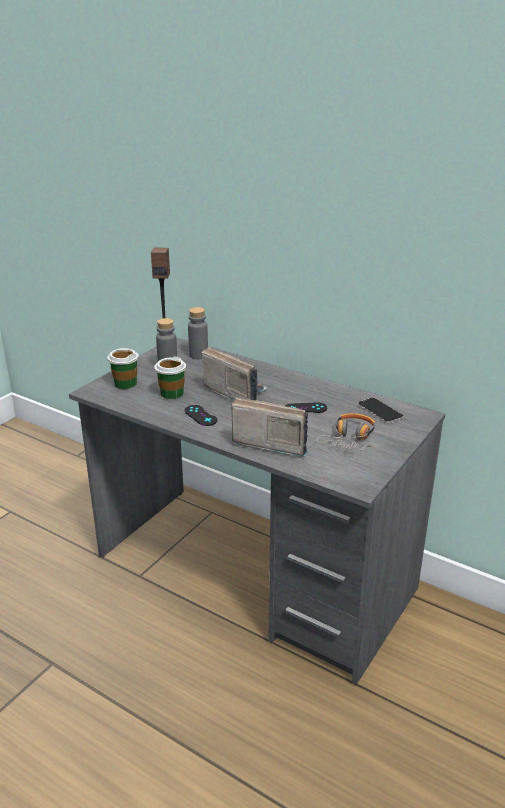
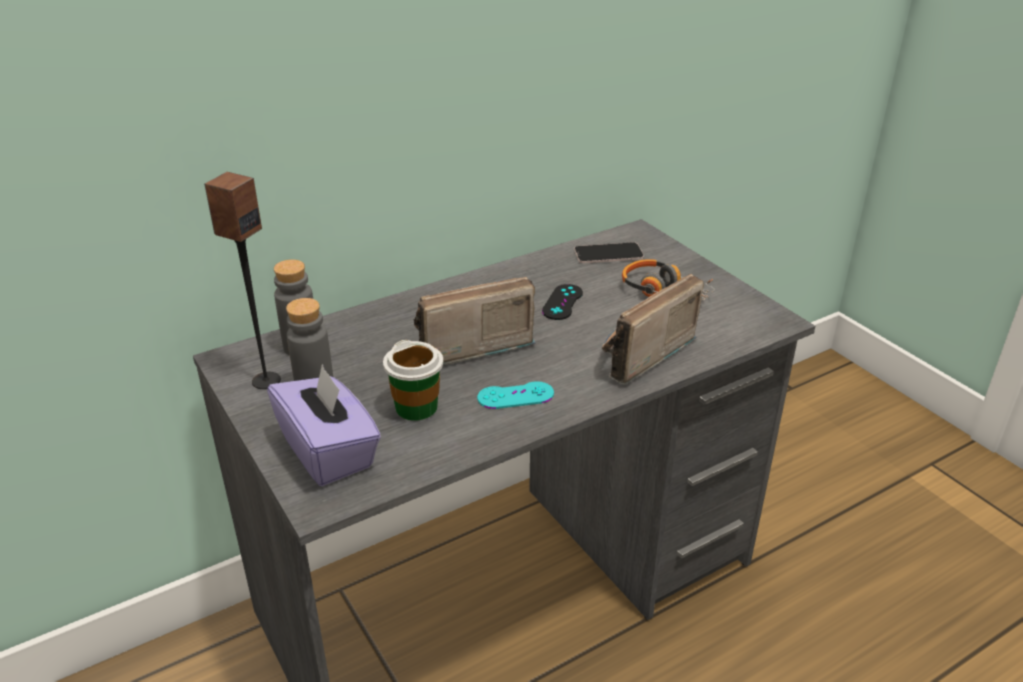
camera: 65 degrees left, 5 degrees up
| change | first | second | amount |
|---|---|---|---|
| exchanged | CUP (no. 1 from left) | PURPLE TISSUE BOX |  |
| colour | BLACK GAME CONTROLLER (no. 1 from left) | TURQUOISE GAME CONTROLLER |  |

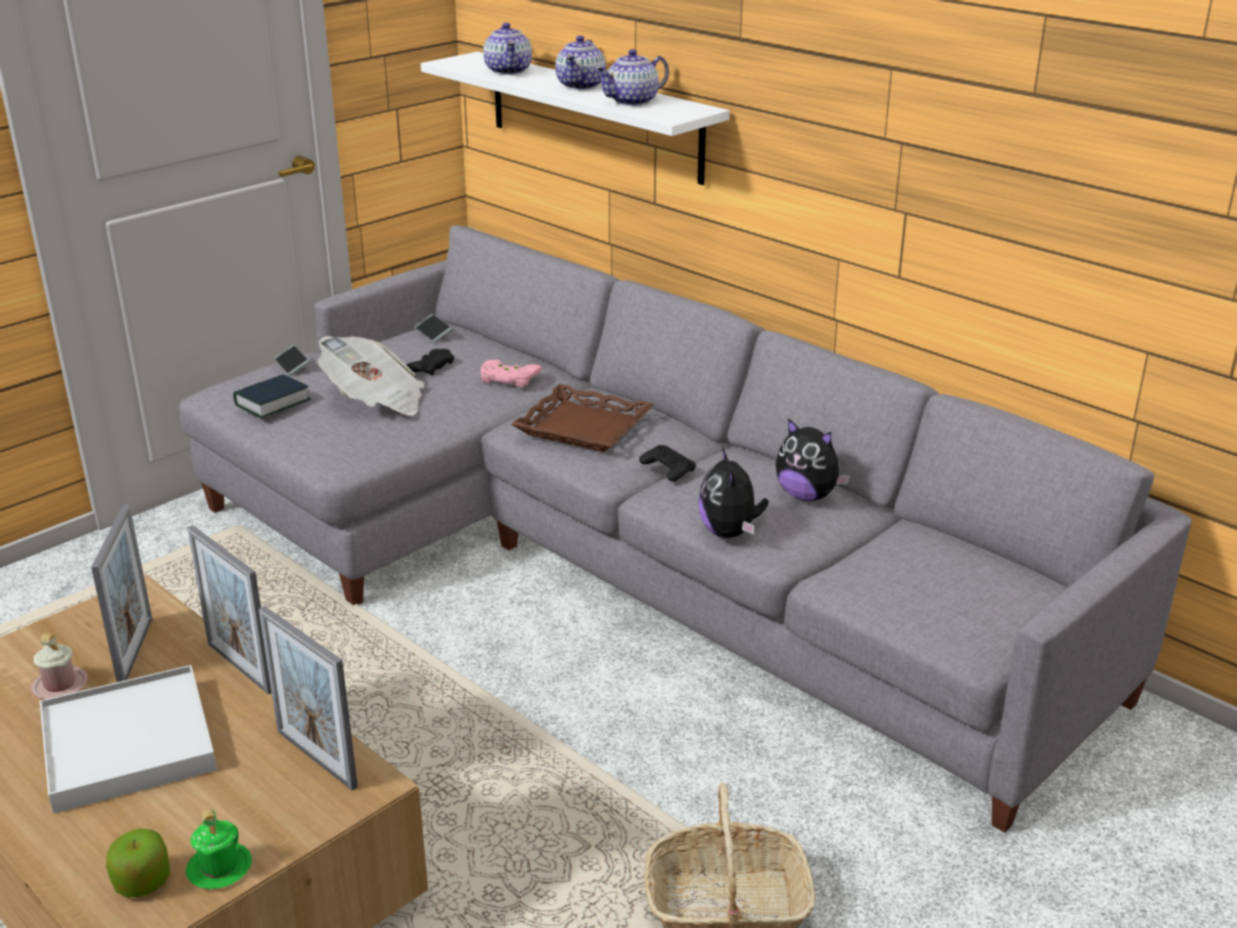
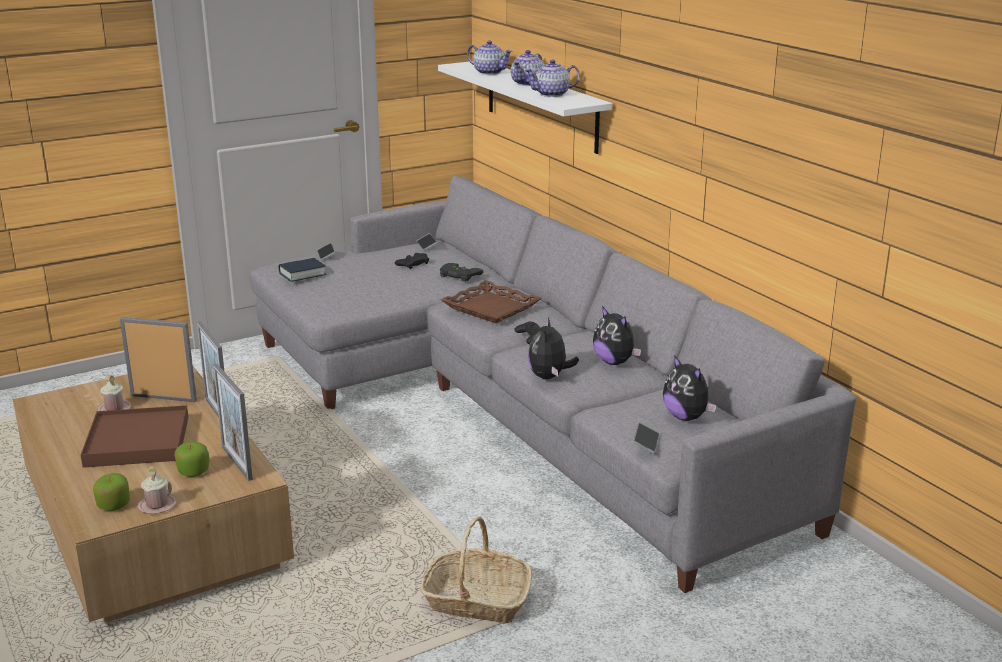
camera: 15 degrees right, 5 degrees down
| change | first | second | amount |
|---|---|---|---|
| colour | WHITE TRAY | BROWN TRAY (no. 1 from left) |  |
| spun | PICTURE FRAME (no. 1 from left) |  | 90 degrees counterclockwise |
| colour | GREEN MUG | PINK MUG (no. 2 from left) |  |
| missing | NEWSPAPER |  |  |
| colour | PINK GAME CONTROLLER | BLACK GAME CONTROLLER (no. 2 from left) |  |
| spun | TEAPOT (no. 1 from left) |  | 60 degrees counterclockwise |
| appeared |  | APPLE (no. 2 from left) |  |
| appeared |  | PHONE (no. 3 from left) |  |
| appeared |  | PLUSH TOY (no. 3 from left) |  |

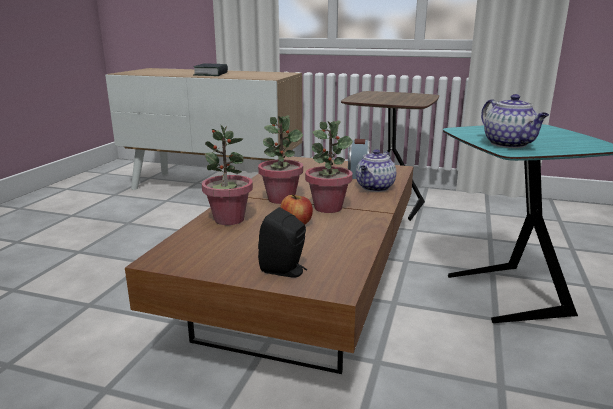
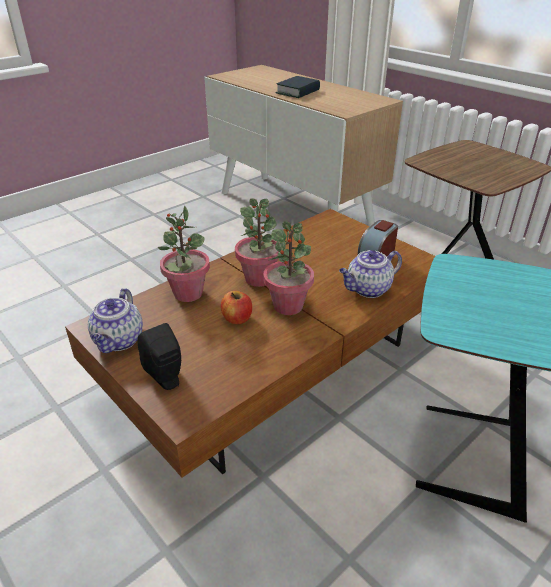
camera: 30 degrees right, 15 degrees up
| change | first | second | amount |
|---|---|---|---|
| relocated | TEAPOT (no. 2 from left in the first image) | TEAPOT (no. 1 from left) |  |

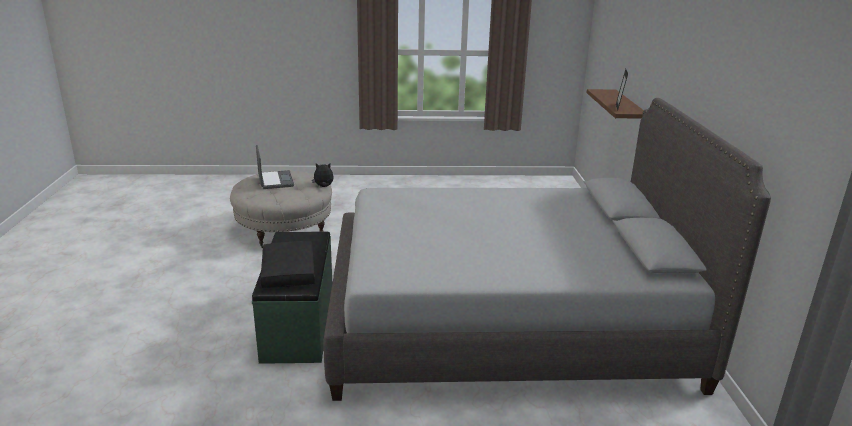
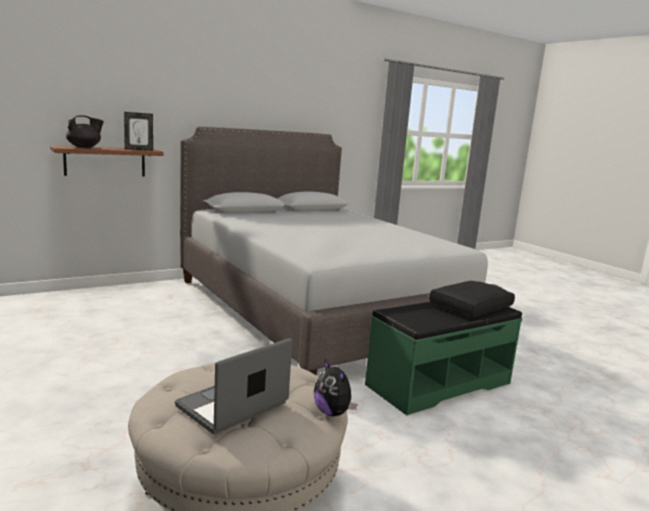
camera: 120 degrees left, 10 degrees down
| change | first | second | amount |
|---|---|---|---|
| relocated | PLUSH TOY |  |  |
| appeared |  | BLACK TEAPOT |  |

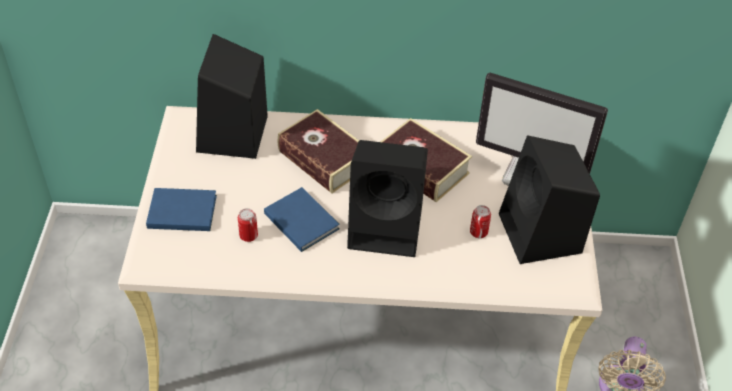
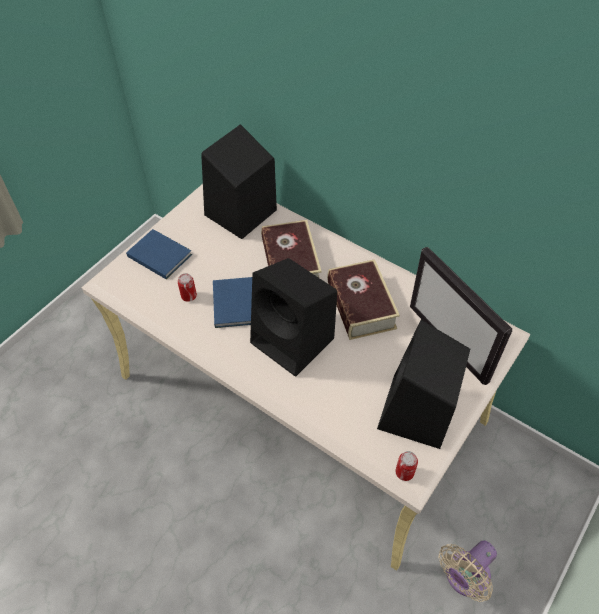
camera: 35 degrees right, 5 degrees up
| change | first | second | amount |
|---|---|---|---|
| relocated | CAN (no. 2 from left) |  |  |

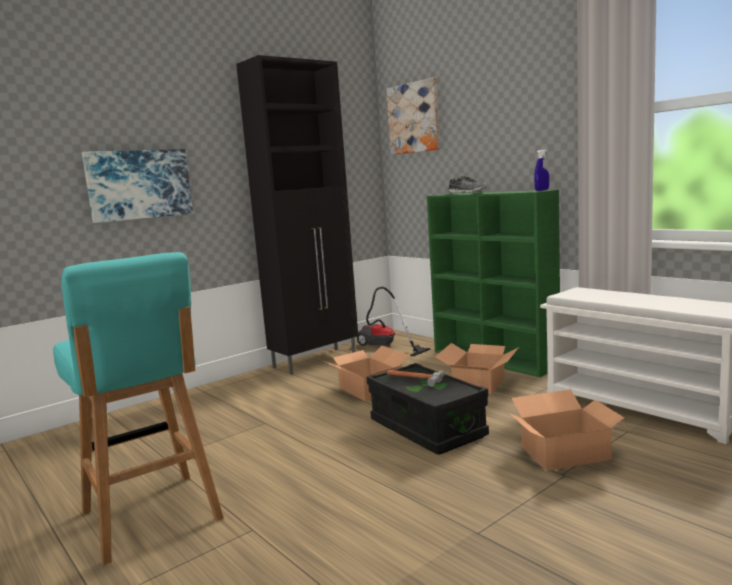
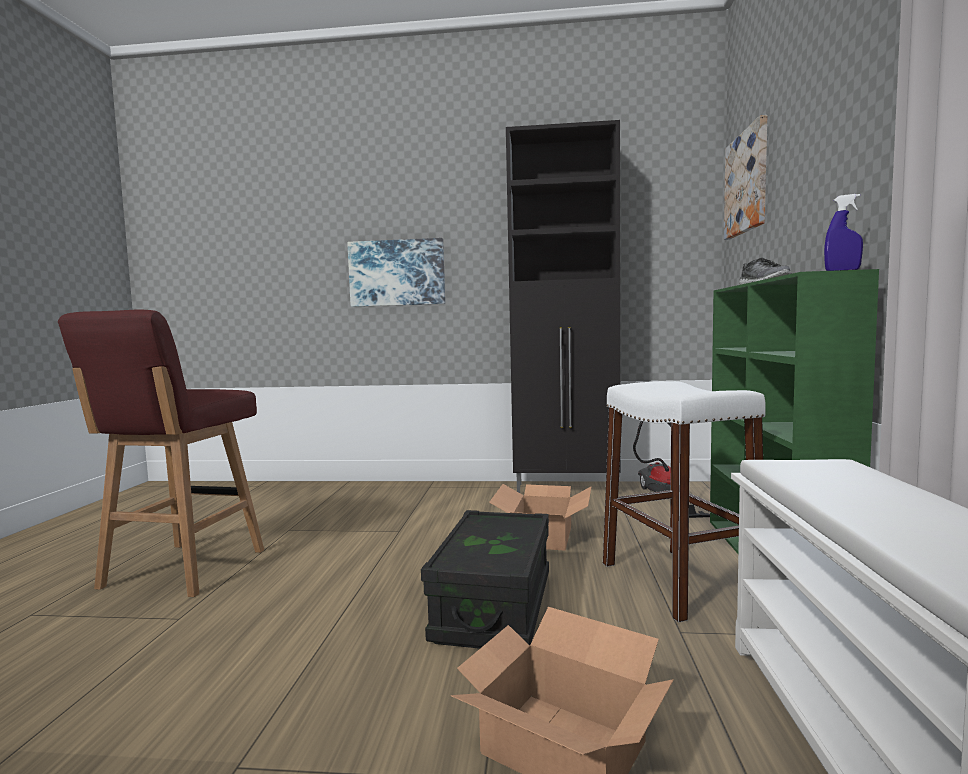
camera: 45 degrees right, 5 degrees down
| change | first | second | amount |
|---|---|---|---|
| colour | TURQUOISE STOOL | RED STOOL |  |
| missing | HAMMER |  |  |
| exchanged | CARDBOARD BOX (no. 2 from left) | WHITE STOOL |  |

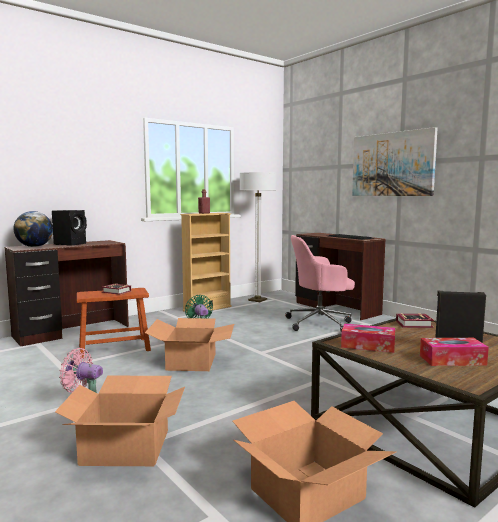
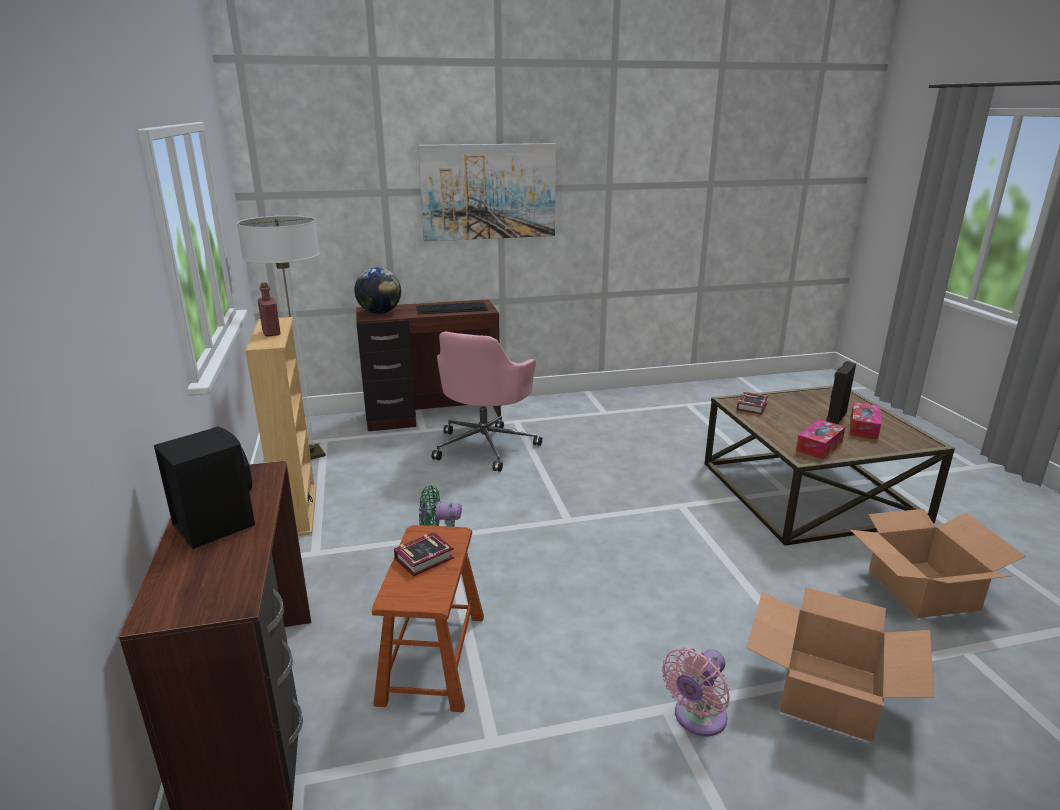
camera: 65 degrees left, 15 degrees up
| change | first | second | amount |
|---|---|---|---|
| relocated | GLOBE |  |  |
| missing | CARDBOARD BOX (no. 2 from left) |  |  |

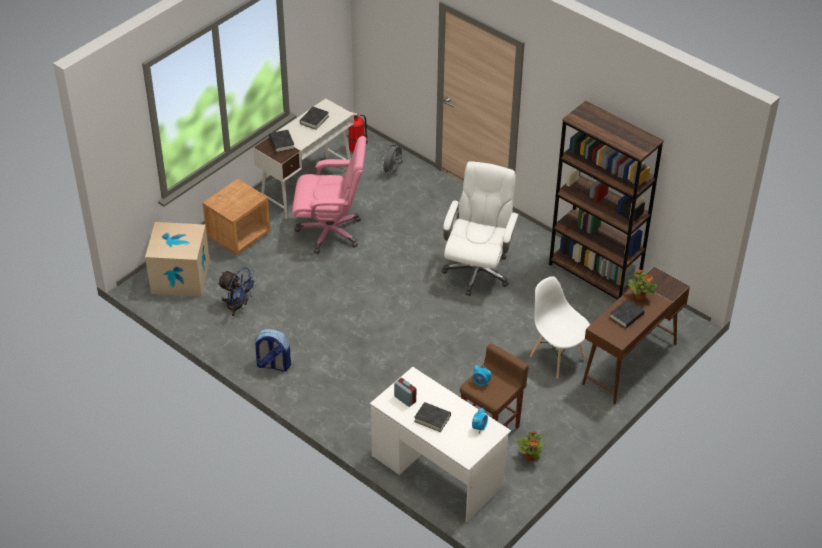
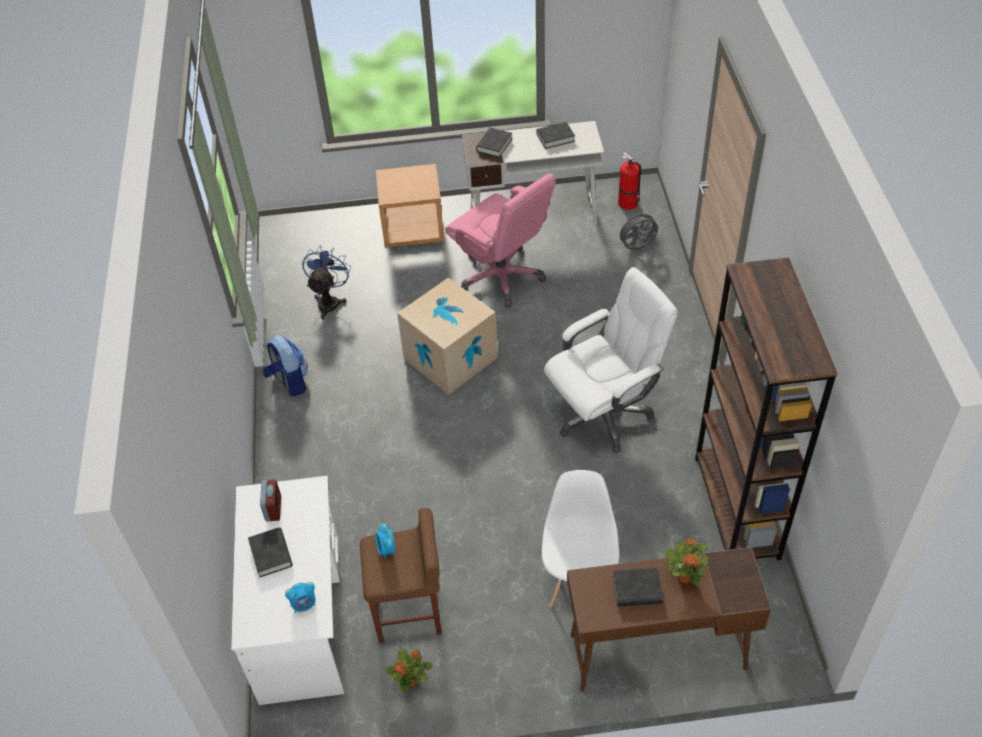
camera: 45 degrees right, 5 degrees up
| change | first | second | amount |
|---|---|---|---|
| relocated | CARDBOARD BOX |  |  |
| spun | BLUE FAN |  | 150 degrees counterclockwise |

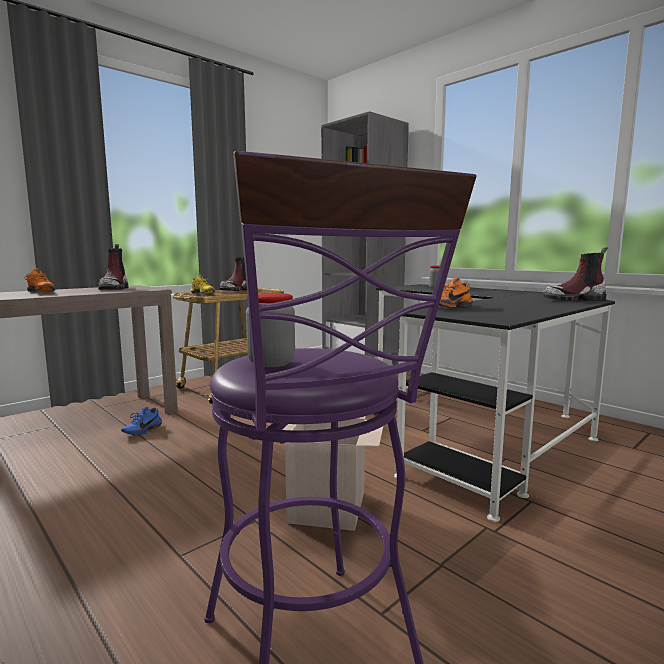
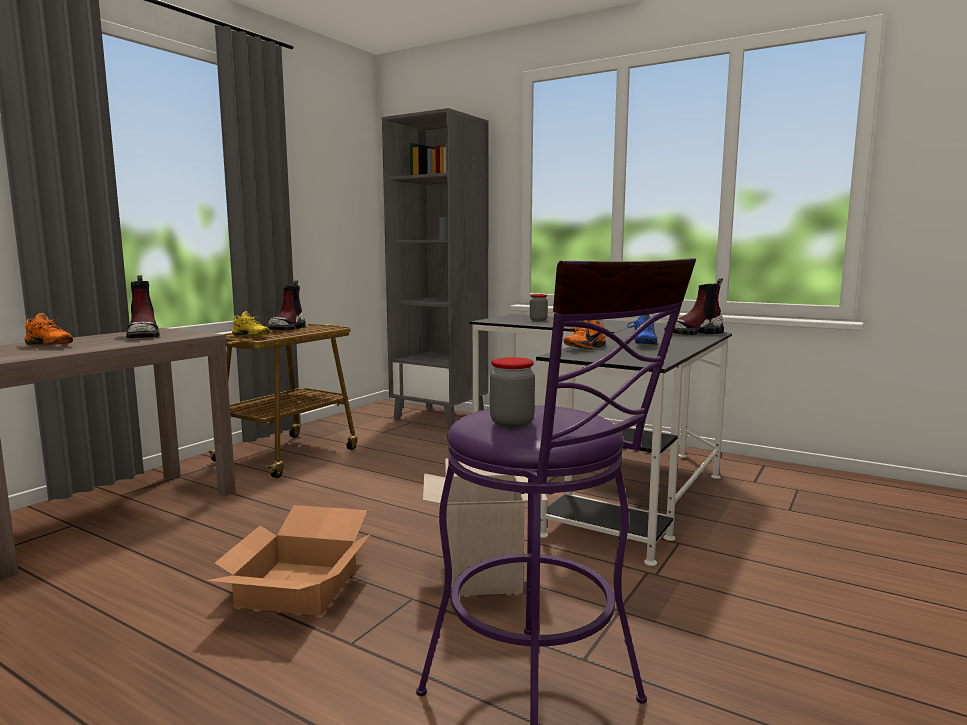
camera: 15 degrees left, 0 degrees up
| change | first | second | amount |
|---|---|---|---|
| relocated | BLUE SHOE |  |  |
| appeared |  | CARDBOARD BOX (no. 1 from left) |  |

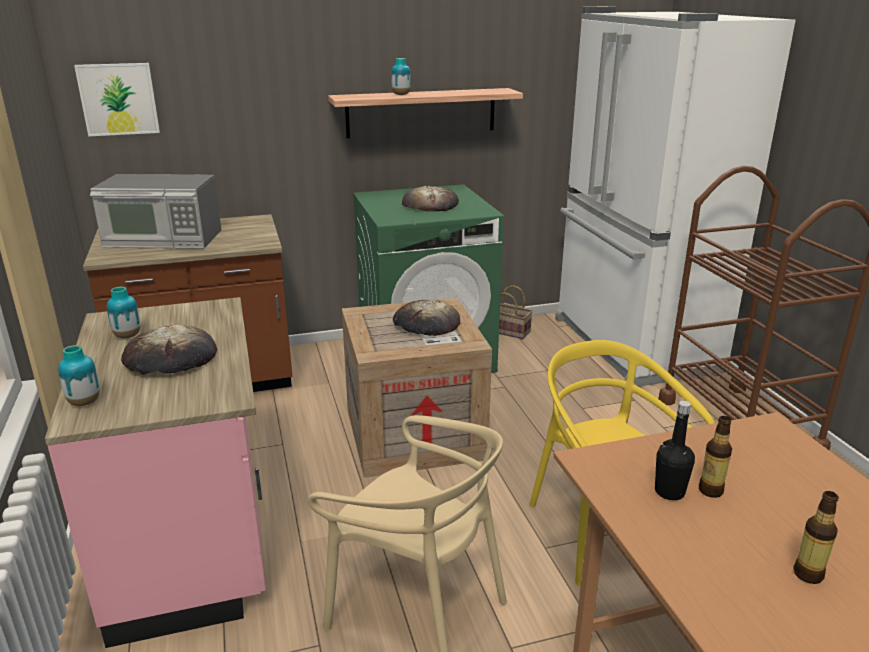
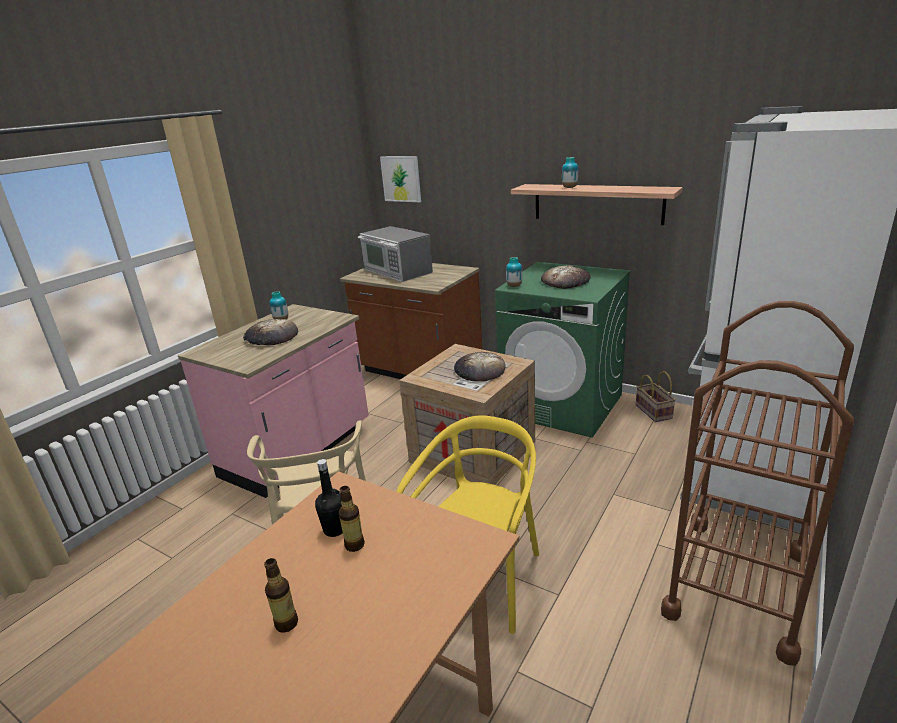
camera: 50 degrees right, 0 degrees up
| change | first | second | amount |
|---|---|---|---|
| relocated | VASE (no. 1 from left in the first image) | VASE (no. 2 from left) |  |

